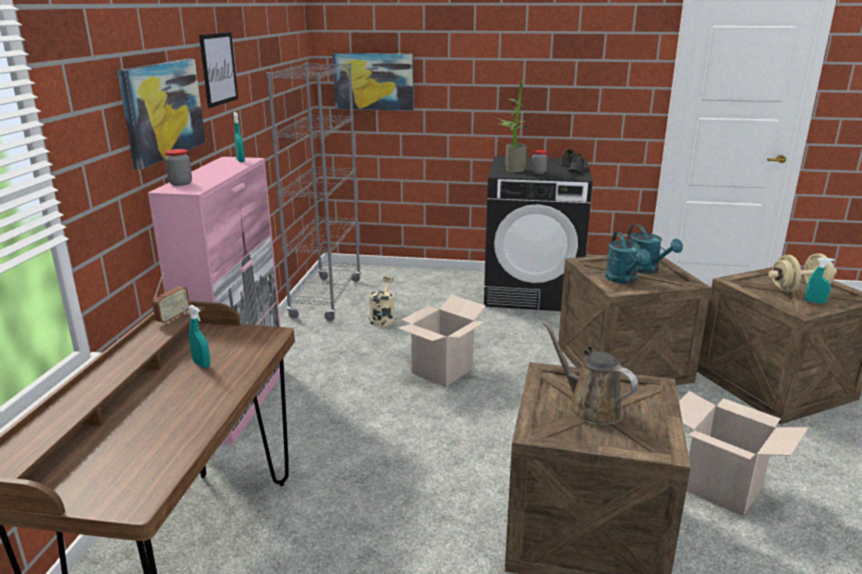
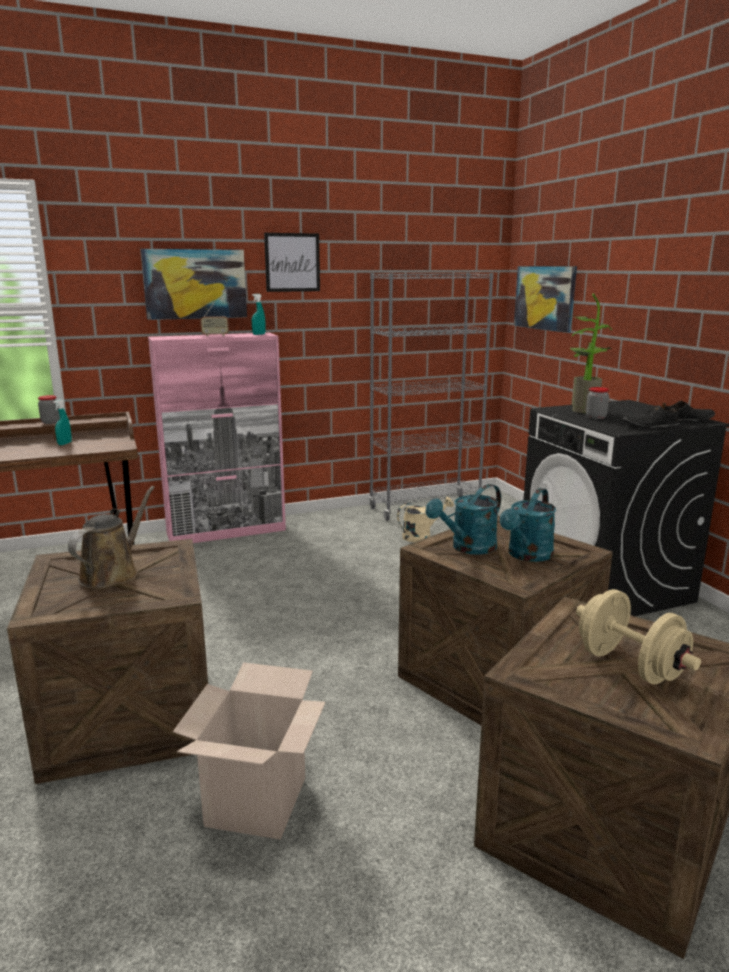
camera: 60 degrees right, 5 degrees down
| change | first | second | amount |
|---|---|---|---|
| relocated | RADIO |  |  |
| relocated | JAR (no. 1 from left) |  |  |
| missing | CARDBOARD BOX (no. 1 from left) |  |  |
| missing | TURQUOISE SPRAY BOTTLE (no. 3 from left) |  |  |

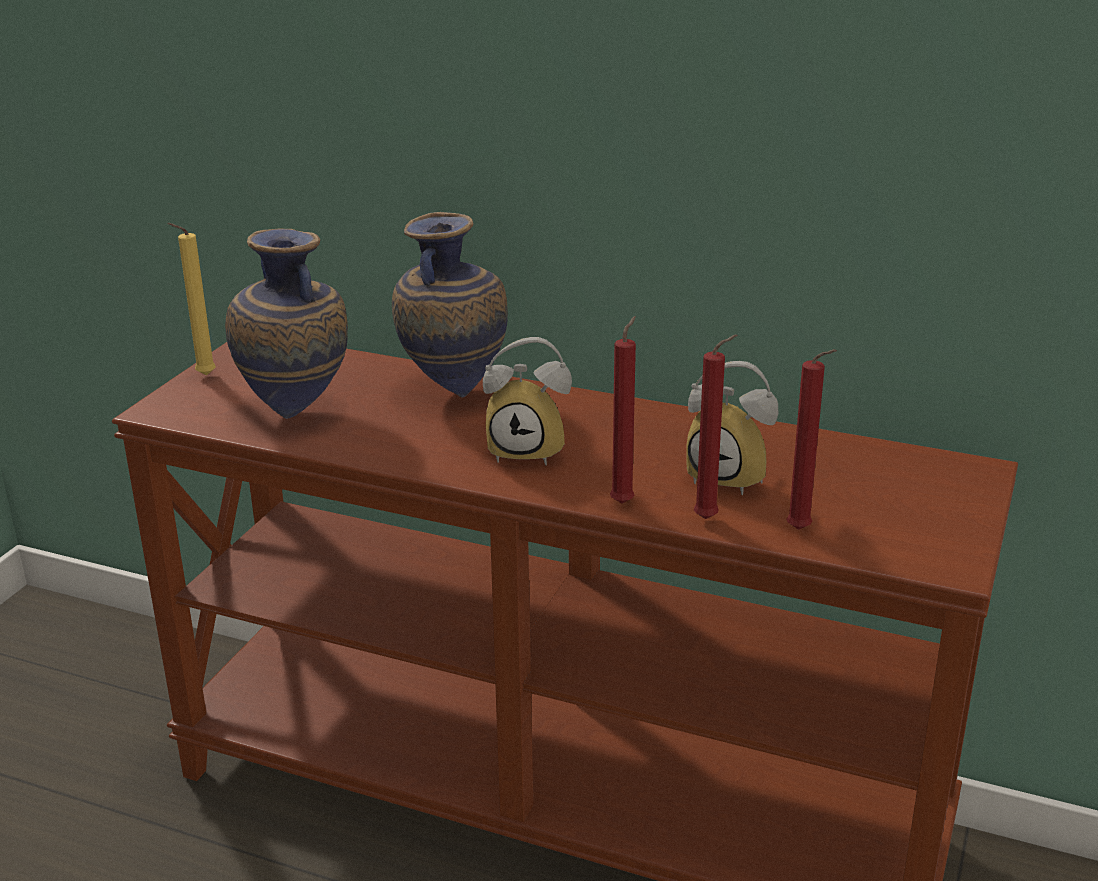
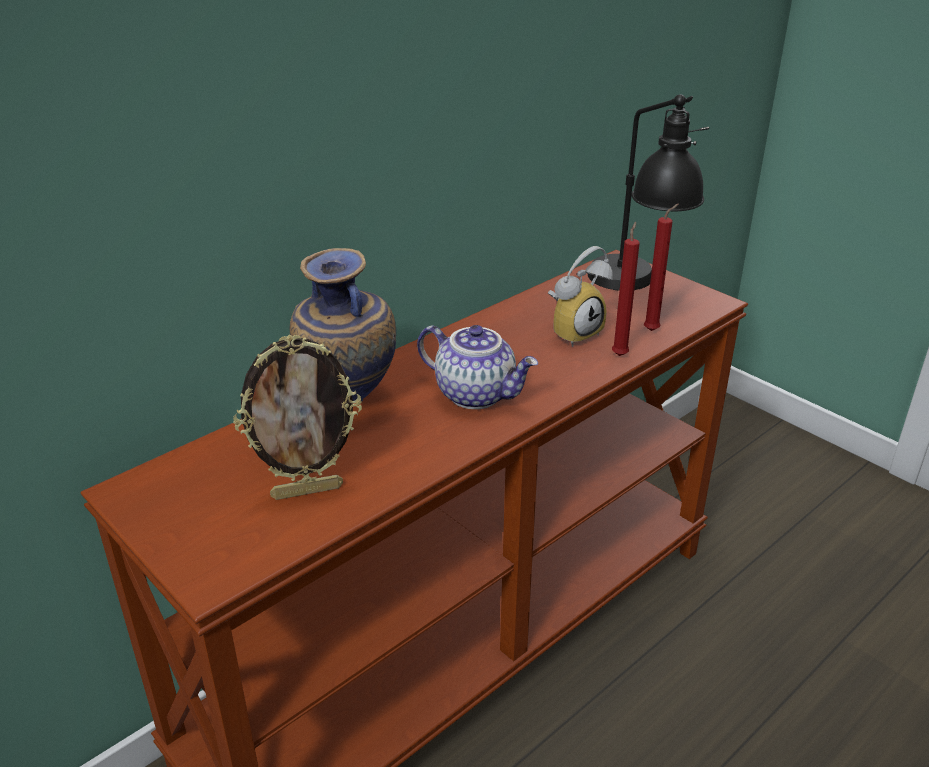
camera: 65 degrees left, 5 degrees up
| change | first | second | amount |
|---|---|---|---|
| missing | YELLOW CANDLE |  |  |
| exchanged | VASE (no. 1 from left) | PICTURE FRAME |  |
| exchanged | ALARM CLOCK (no. 1 from left) | TEAPOT |  |
| missing | RED CANDLE (no. 1 from left) |  |  |
| appeared |  | BLACK TABLE LAMP |  |

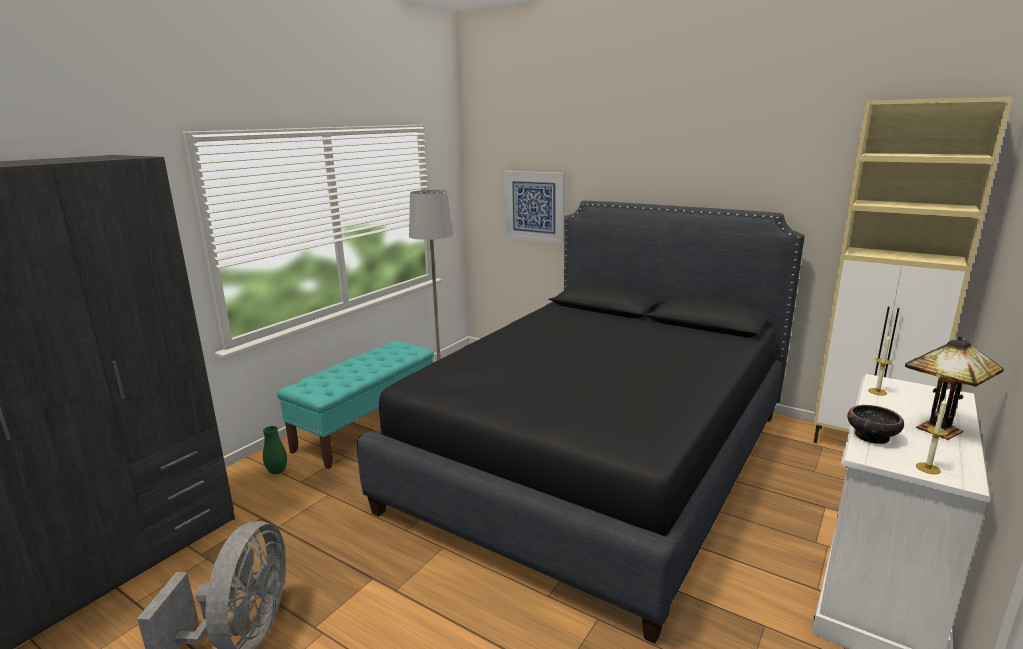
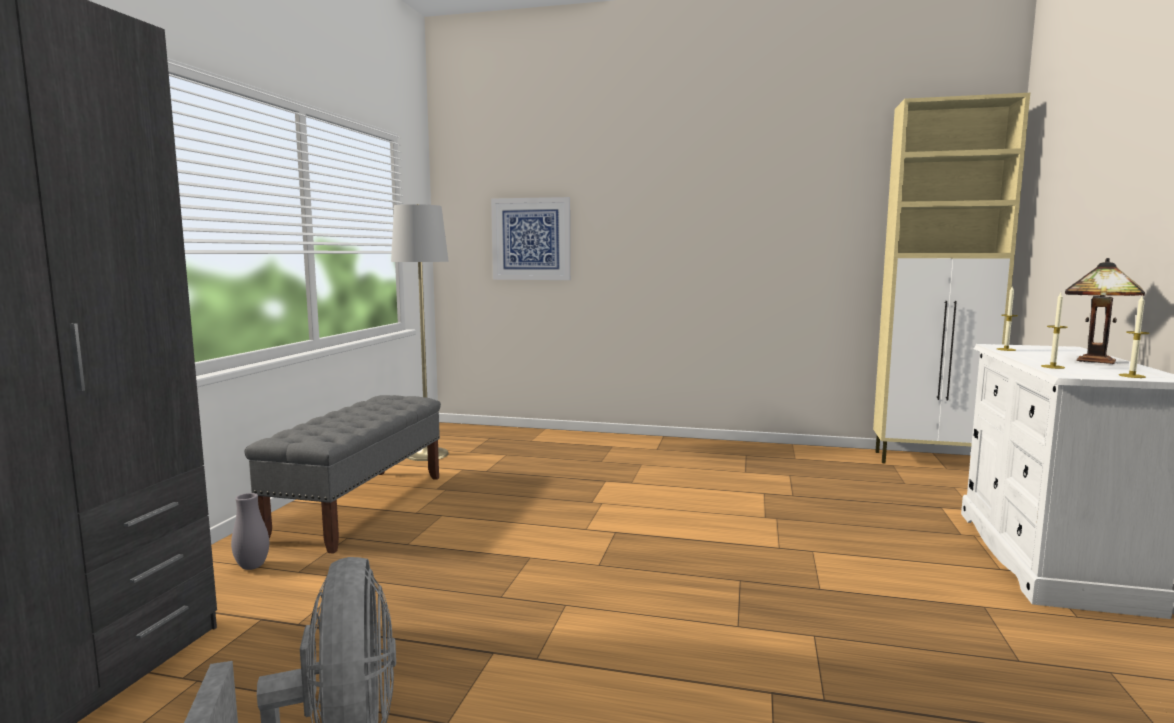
camera: 20 degrees left, 10 degrees down
| change | first | second | amount |
|---|---|---|---|
| colour | GREEN VASE | GREY VASE |  |
| colour | TURQUOISE BENCH | GREY BENCH |  |
| missing | BLACK BED |  |  |
| exchanged | BOWL | CANDLE (no. 2 from left) |  |

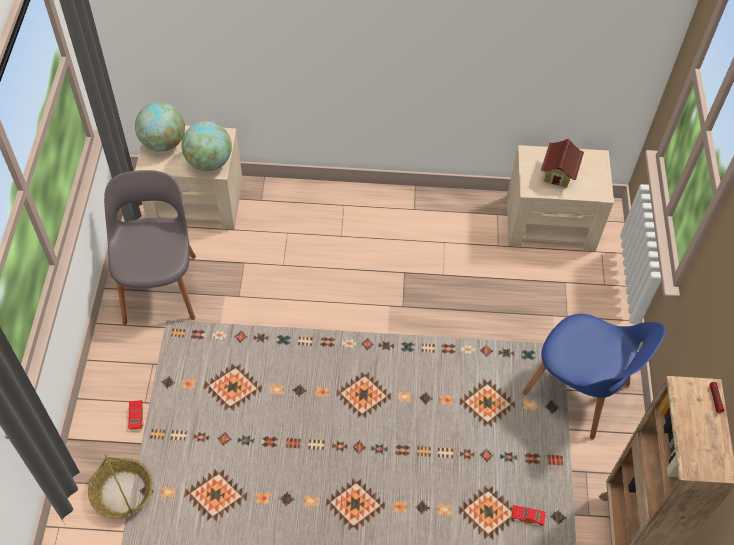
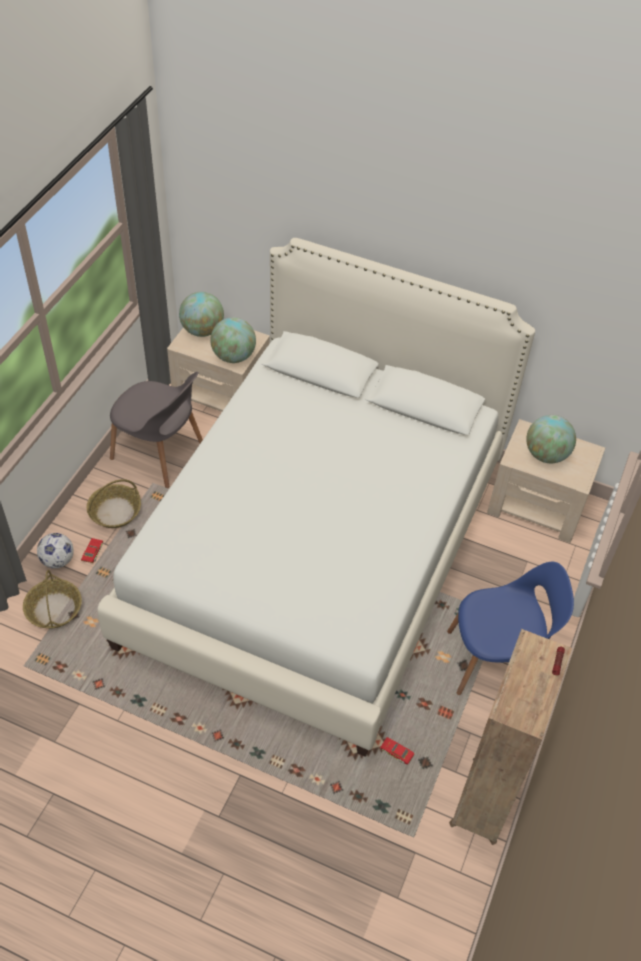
camera: 20 degrees right, 5 degrees down
| change | first | second | amount |
|---|---|---|---|
| spun | GREY CHAIR |  | 105 degrees clockwise |
| spun | BLUE CHAIR |  | 60 degrees counterclockwise |
| exchanged | TOY HOUSE | GLOBE (no. 3 from left) |  |
| appeared |  | FOOTBALL |  |
| appeared |  | BASKET (no. 2 from left) |  |
| appeared |  | WHITE BED |  |

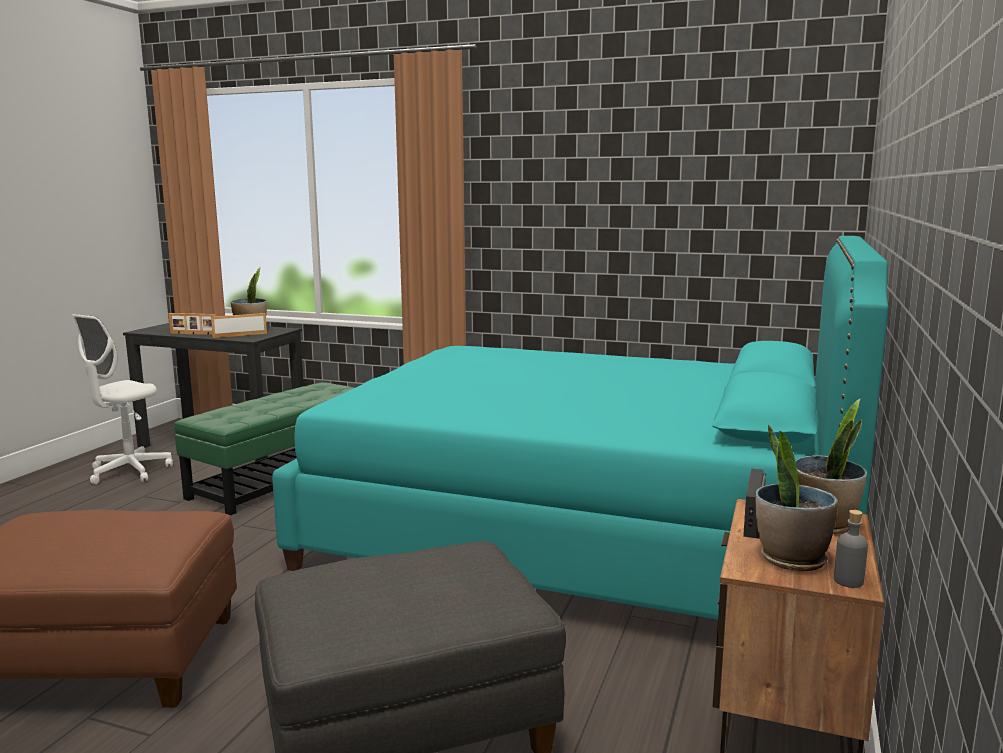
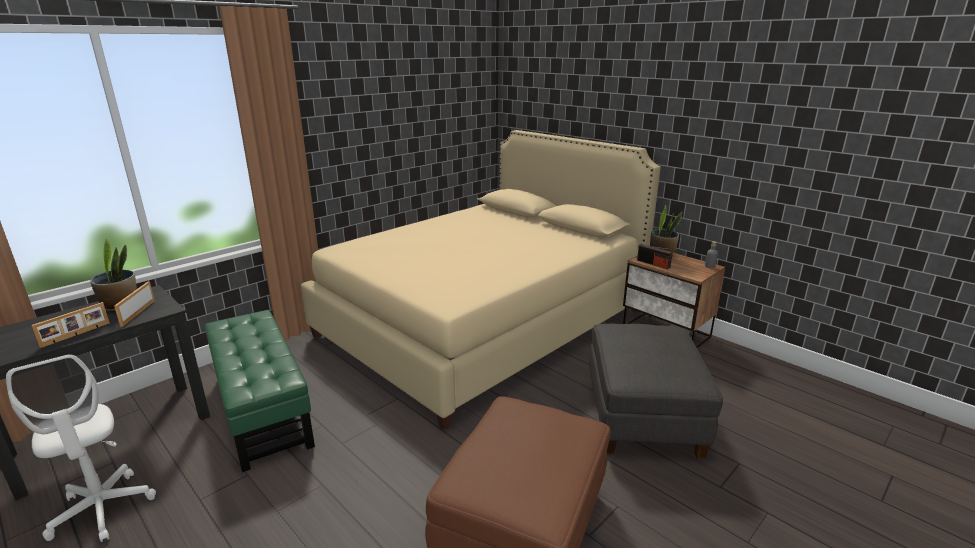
camera: 65 degrees left, 10 degrees up
| change | first | second | amount |
|---|---|---|---|
| colour | TURQUOISE BED | BEIGE BED |  |
| missing | POTTED PLANT (no. 2 from left) |  |  |

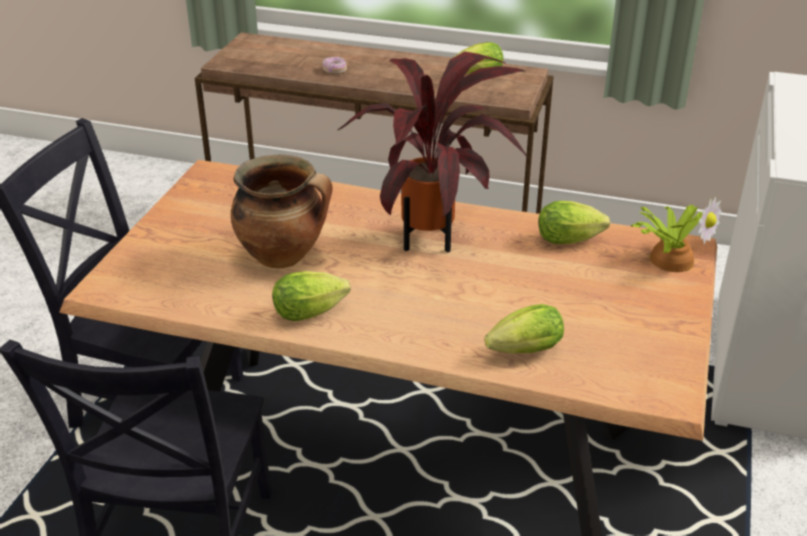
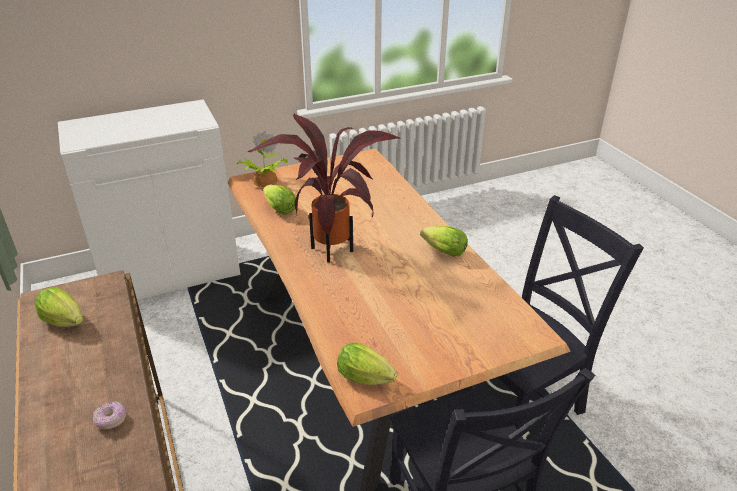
camera: 130 degrees left, 0 degrees up
| change | first | second | amount |
|---|---|---|---|
| missing | COOKING POT |  |  |
| relocated | LETTUCE (no. 3 from left) |  |  |

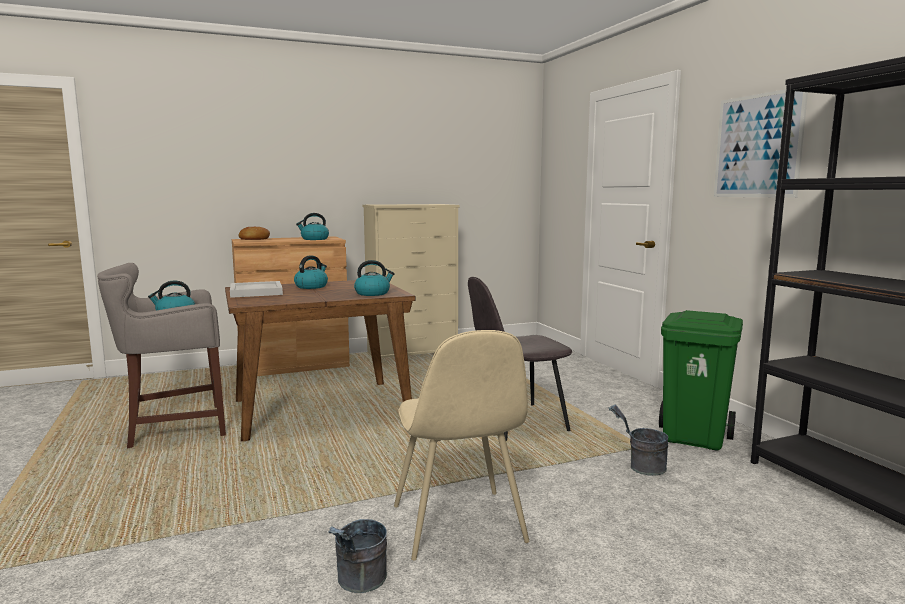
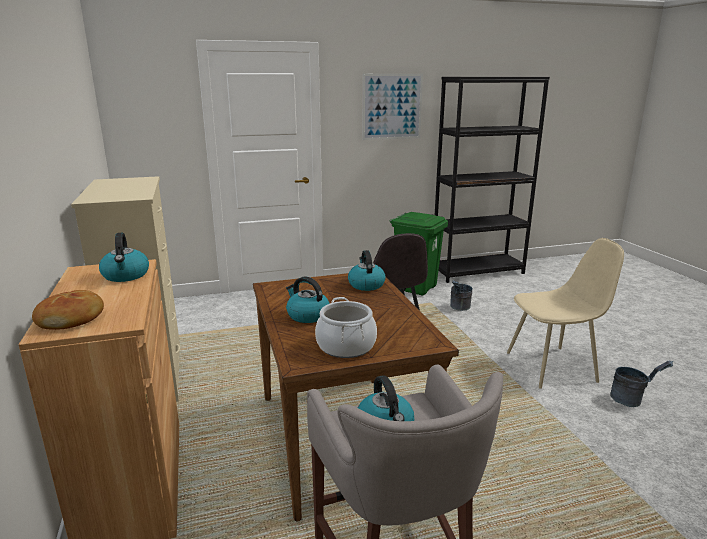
camera: 85 degrees left, 10 degrees up
| change | first | second | amount |
|---|---|---|---|
| exchanged | WHITE TRAY | COOKING POT |  |

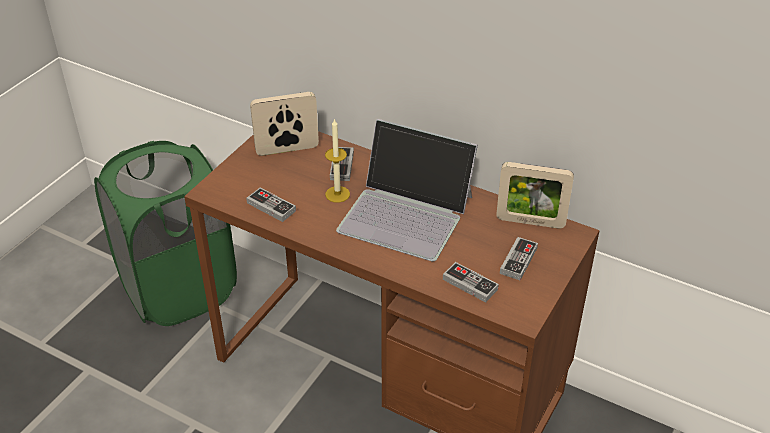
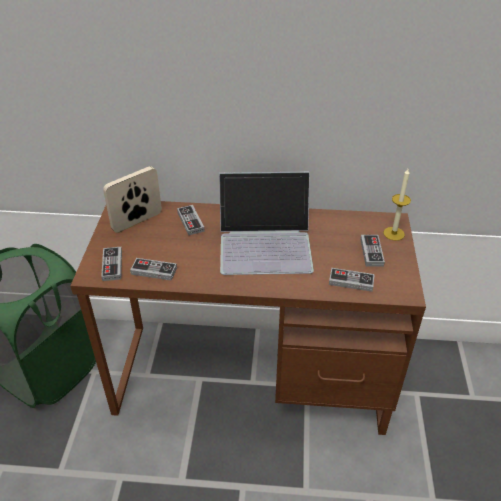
camera: 25 degrees left, 0 degrees up
| change | first | second | amount |
|---|---|---|---|
| relocated | CANDLE |  |  |
| missing | PICTURE FRAME (no. 2 from left) |  |  |
| appeared |  | GAME CONTROLLER (no. 1 from left) |  |

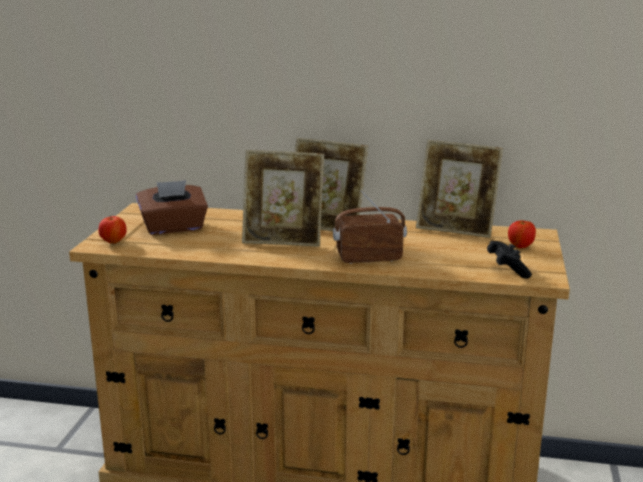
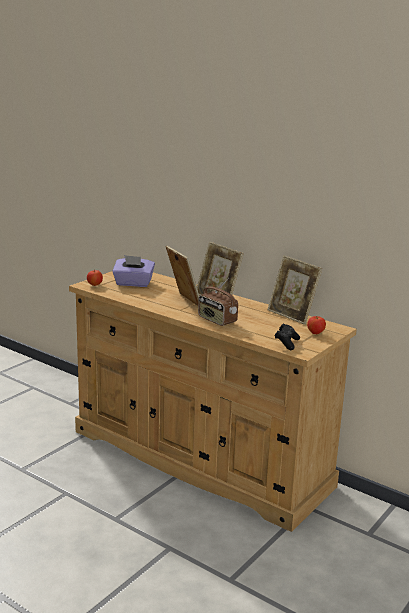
camera: 25 degrees right, 0 degrees up
| change | first | second | amount |
|---|---|---|---|
| colour | BROWN TISSUE BOX | PURPLE TISSUE BOX |  |
| spun | PICTURE FRAME (no. 1 from left) |  | 150 degrees counterclockwise |
| spun | RADIO |  | 150 degrees counterclockwise |

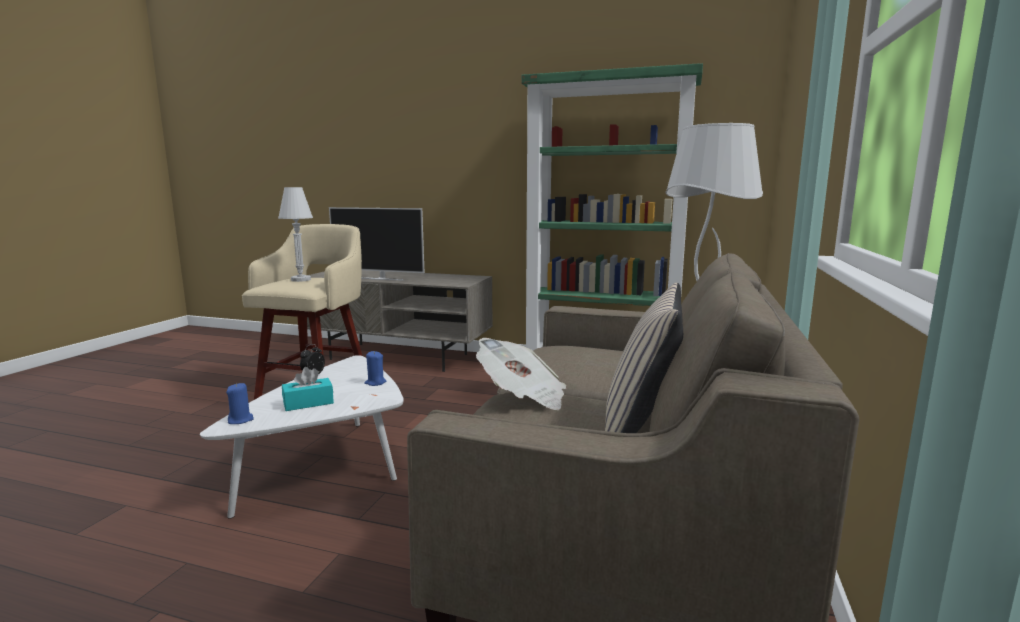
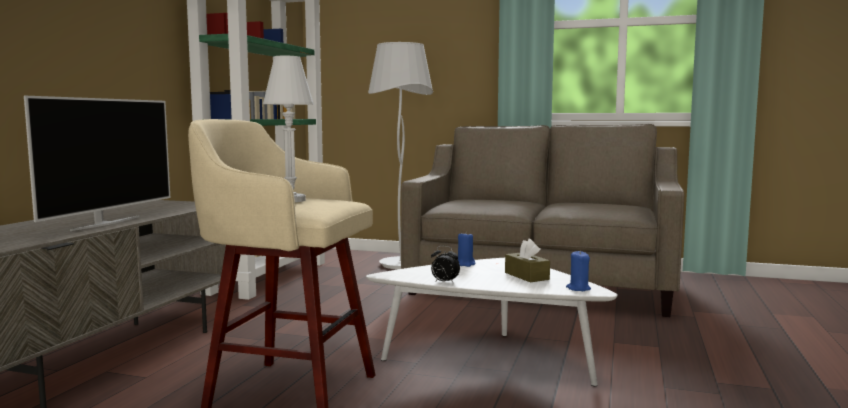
camera: 90 degrees left, 5 degrees down
| change | first | second | amount |
|---|---|---|---|
| colour | TURQUOISE TISSUE BOX | BROWN TISSUE BOX |  |
| missing | NEWSPAPER |  |  |
| missing | BEIGE PILLOW |  |  |

